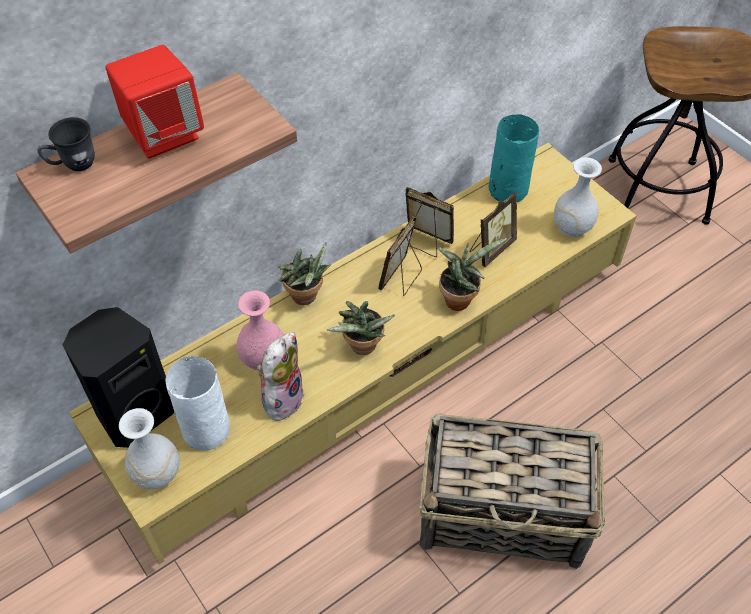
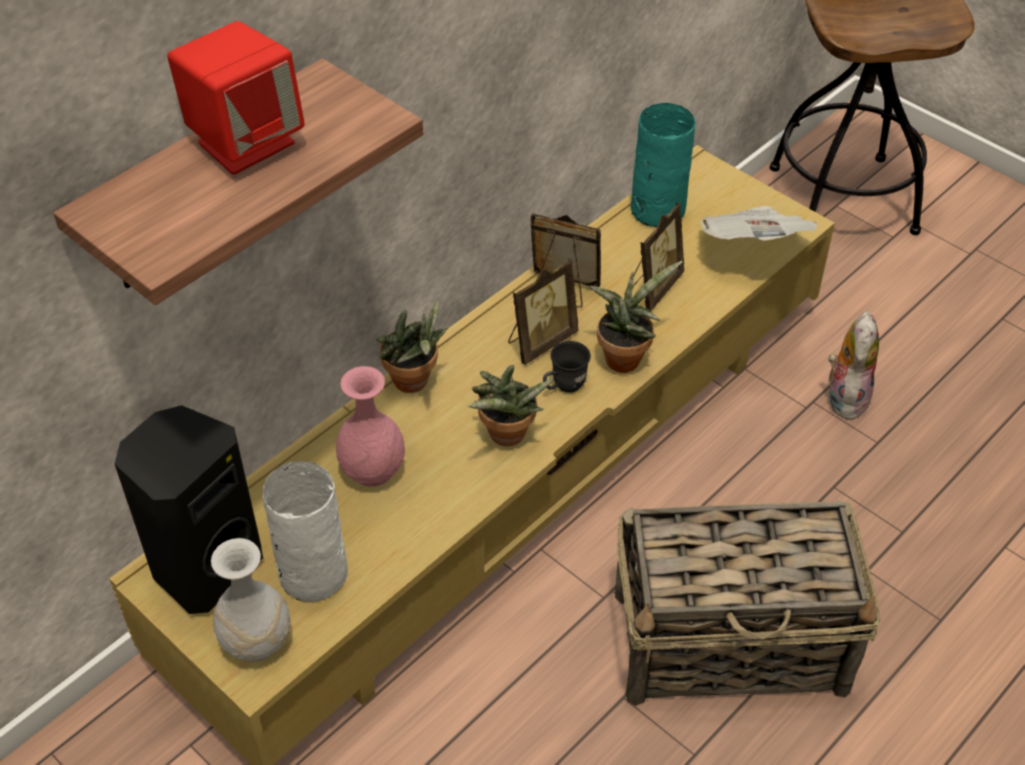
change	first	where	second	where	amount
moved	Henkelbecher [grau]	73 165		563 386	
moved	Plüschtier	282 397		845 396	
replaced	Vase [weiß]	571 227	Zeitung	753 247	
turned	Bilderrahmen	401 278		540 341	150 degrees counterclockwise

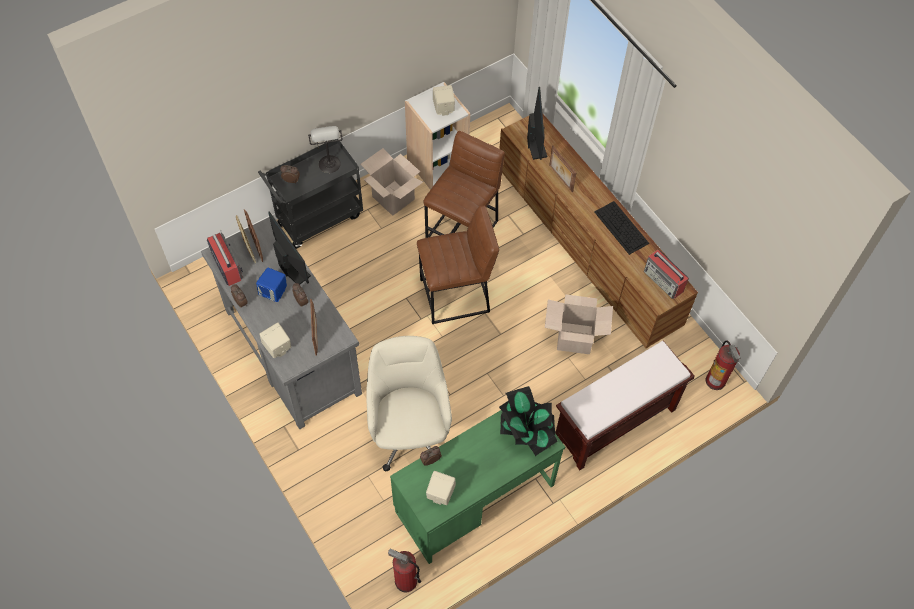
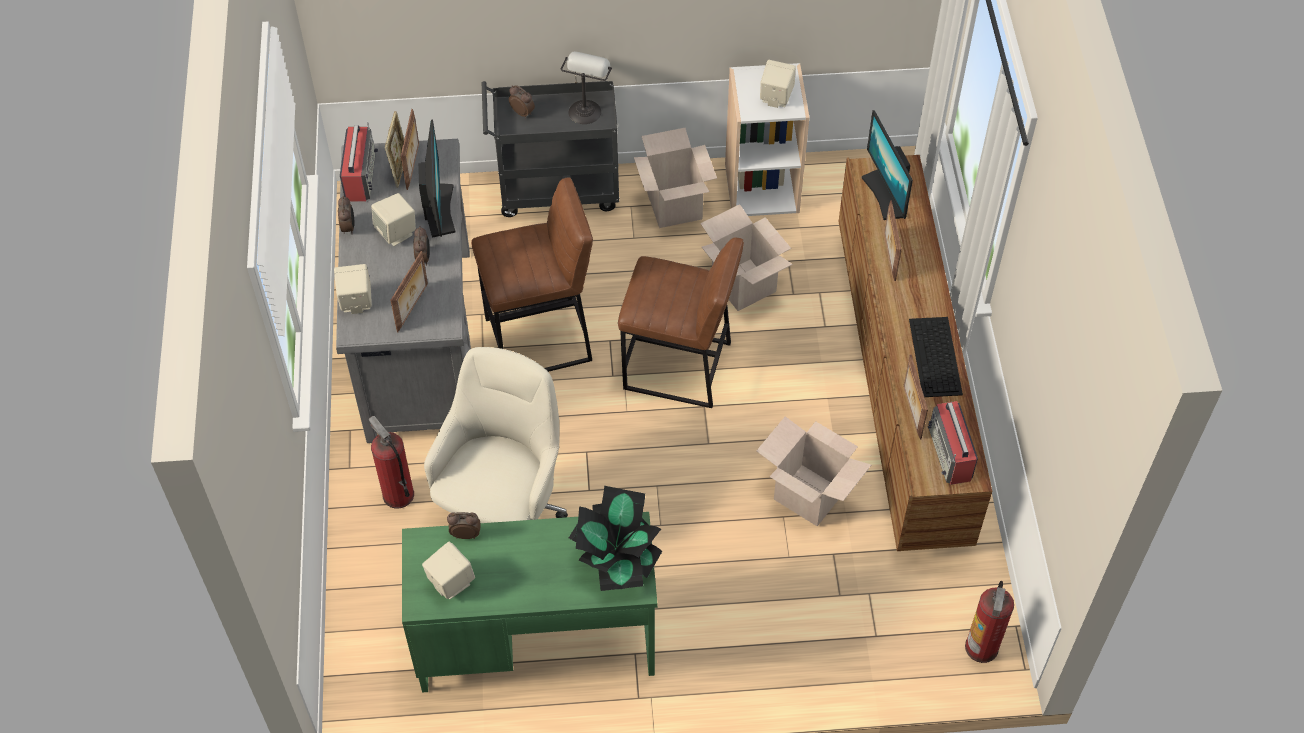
change	first	where	second	where	amount
removed	Bank [braun]	614 424			
added			Hocker [braun]	540 339	
added			Bilderrahmen	911 411	
moved	Feuerlöscher	405 581		397 494	
replaced	Stuhl [braun]	462 229	Karton	743 285	
recoloured	Lautsprecher [blau]	274 292	Lautsprecher [beige]	396 232	
turned	Monitor	536 142		886 195	135 degrees clockwise

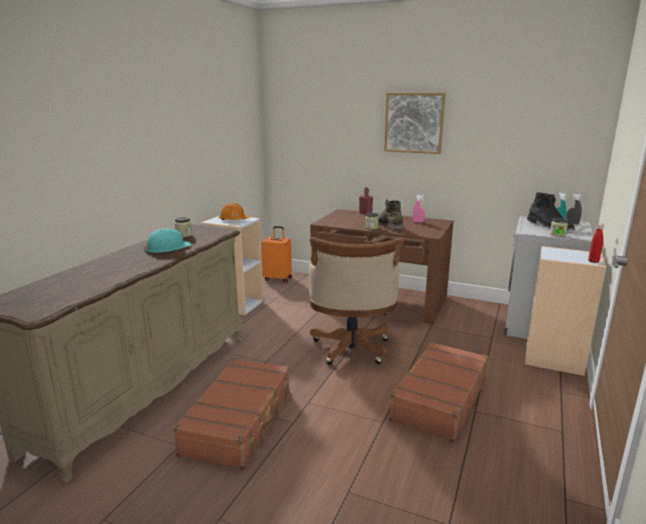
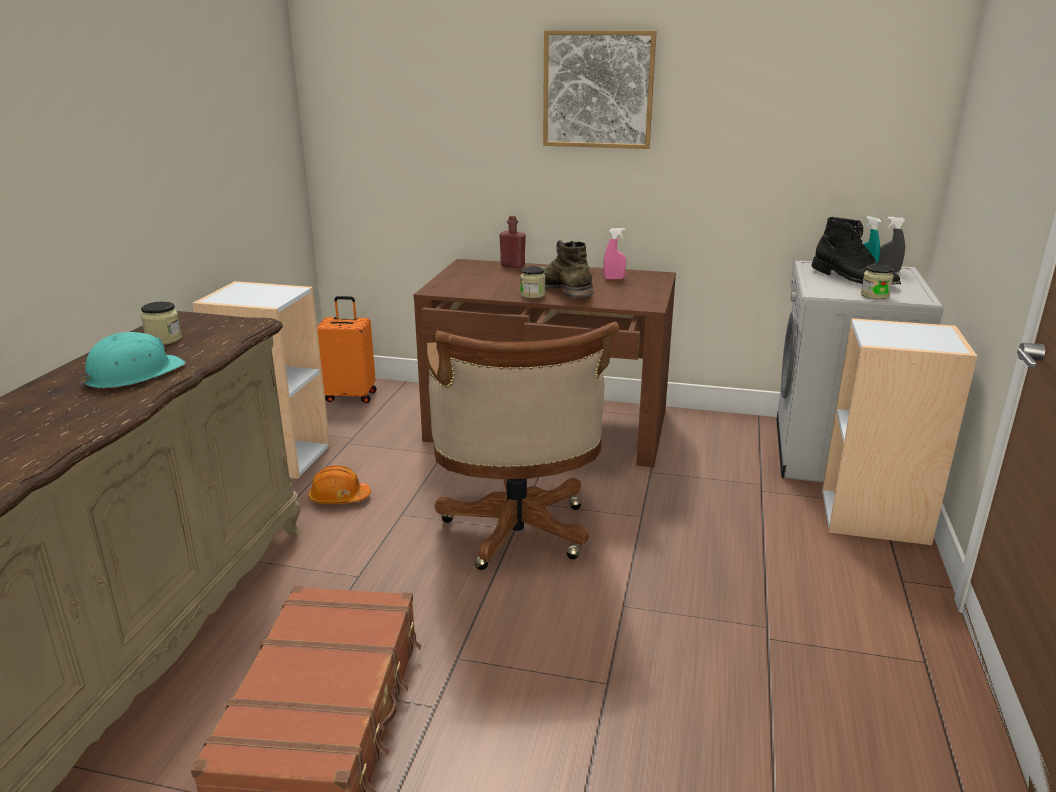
change	first	where	second	where	amount
removed	Koffer [braun]	438 399			
removed	Flasche [rot]	593 261			
moved	Schutzhelm [orange]	233 220		339 498	

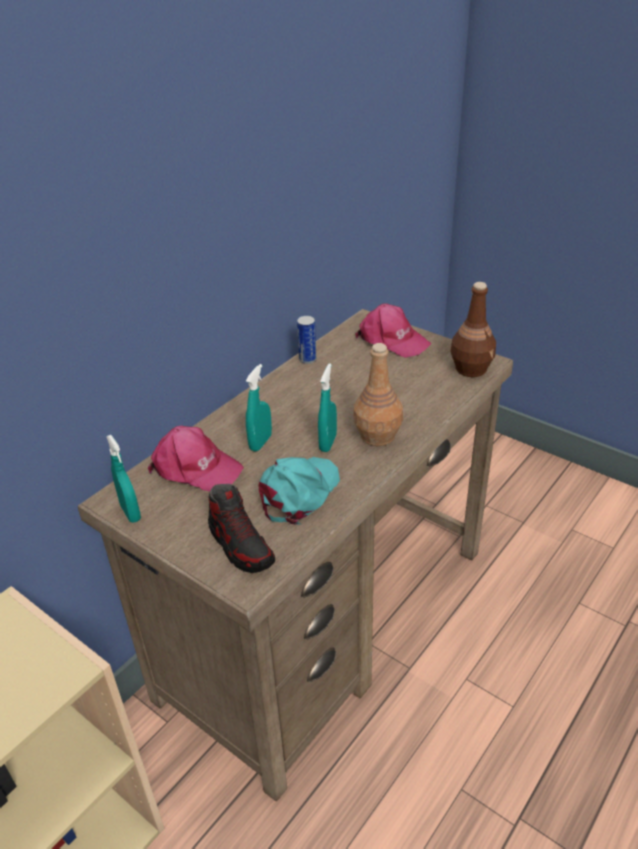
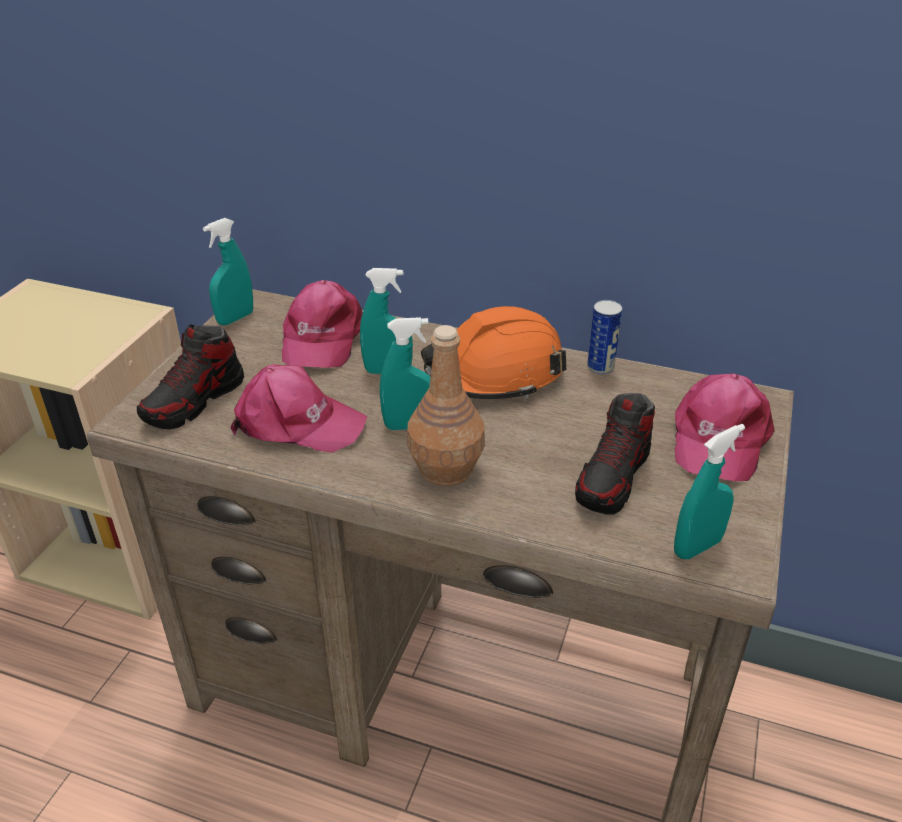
change	first	where	second	where	amount
added			Schutzhelm [orange]	495 374	
added			Schuh	613 478	
replaced	Flasche [braun]	471 368	Sprühflasche [türkis]	697 547	
recoloured	Kappe [türkis]	299 493	Kappe [rosa]	297 423	

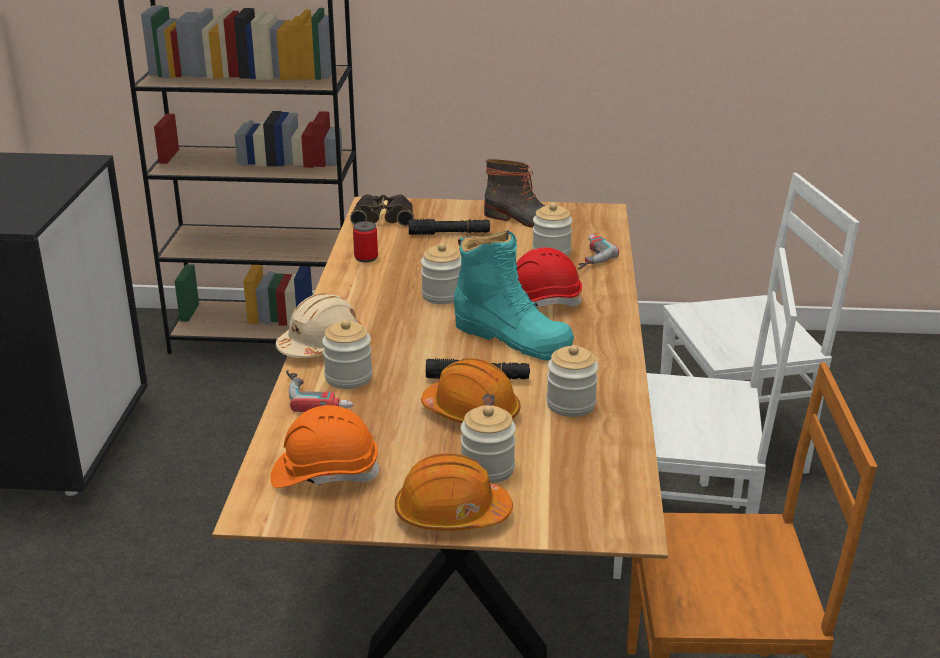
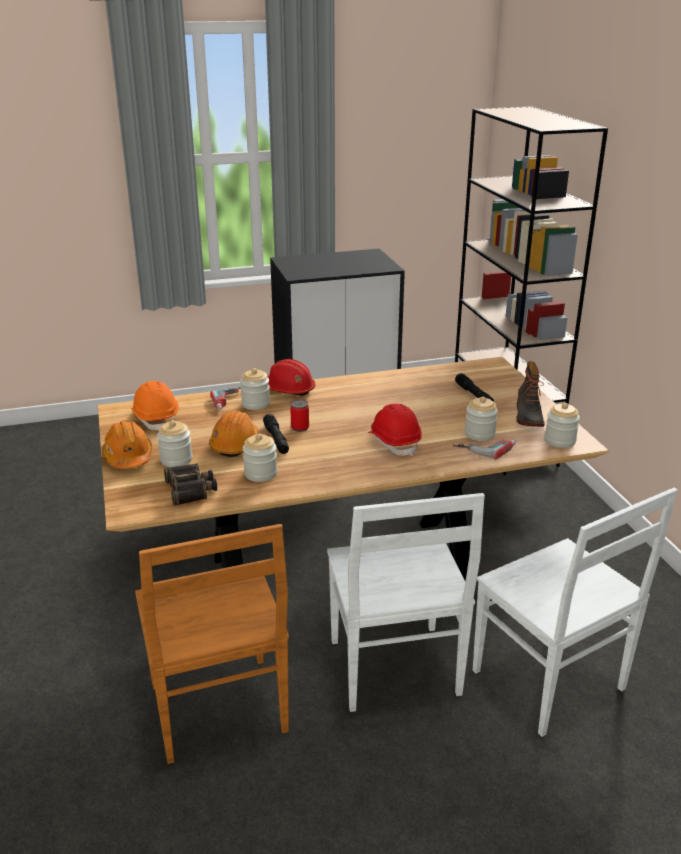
change	first	where	second	where	amount
removed	Stiefel [türkis]	512 338			
moved	Fernglas	384 217		191 489	
moved	Dose	366 258		300 427	
moved	Vorratsglas	442 295		560 441	
recoloured	Schutzhelm [beige]	321 345	Schutzhelm [rot]	288 389	

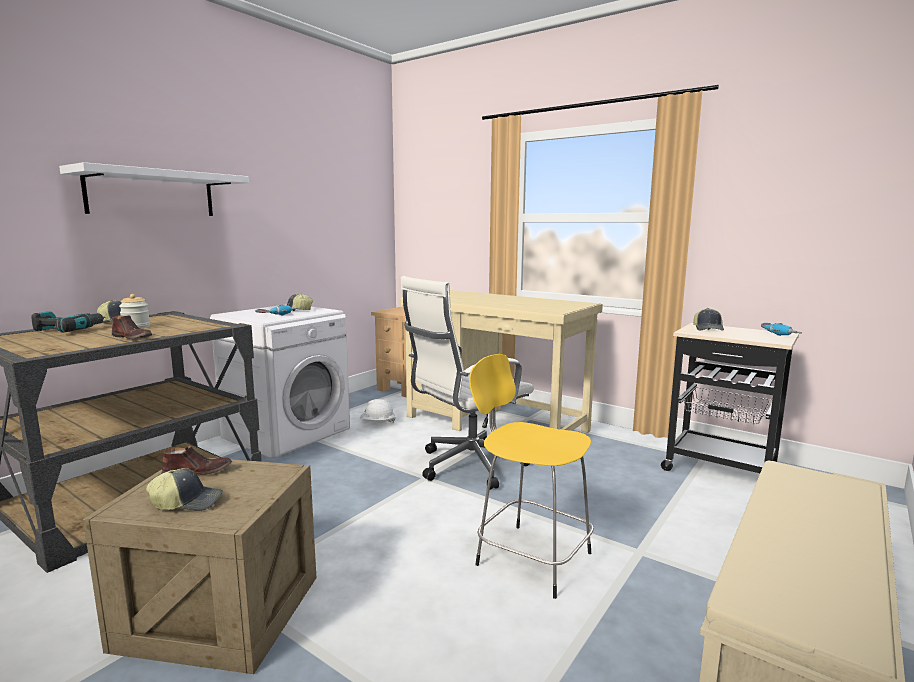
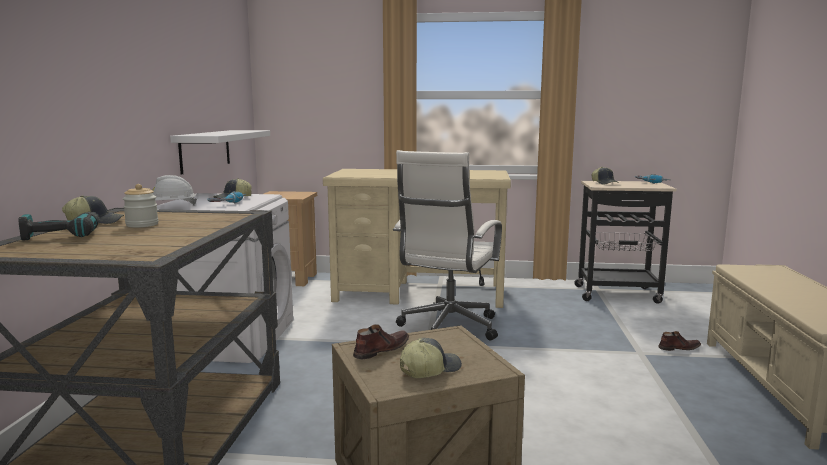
change	first	where	second	where	amount
removed	Hocker [gelb]	530 557			
moved	Wandregal [weiß]	152 194		205 150	
moved	Schuh [braun]	133 337		679 348	
moved	Schutzhelm [weiß]	377 422		171 207	

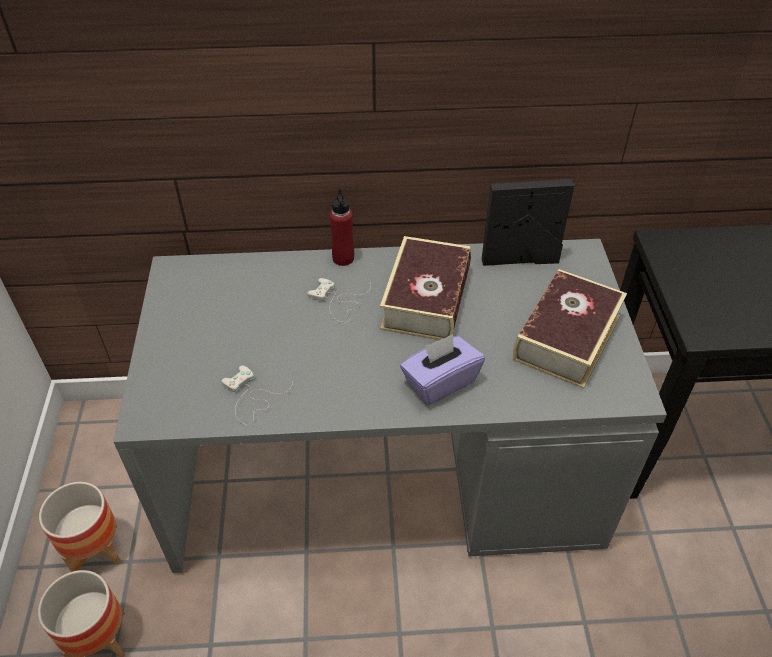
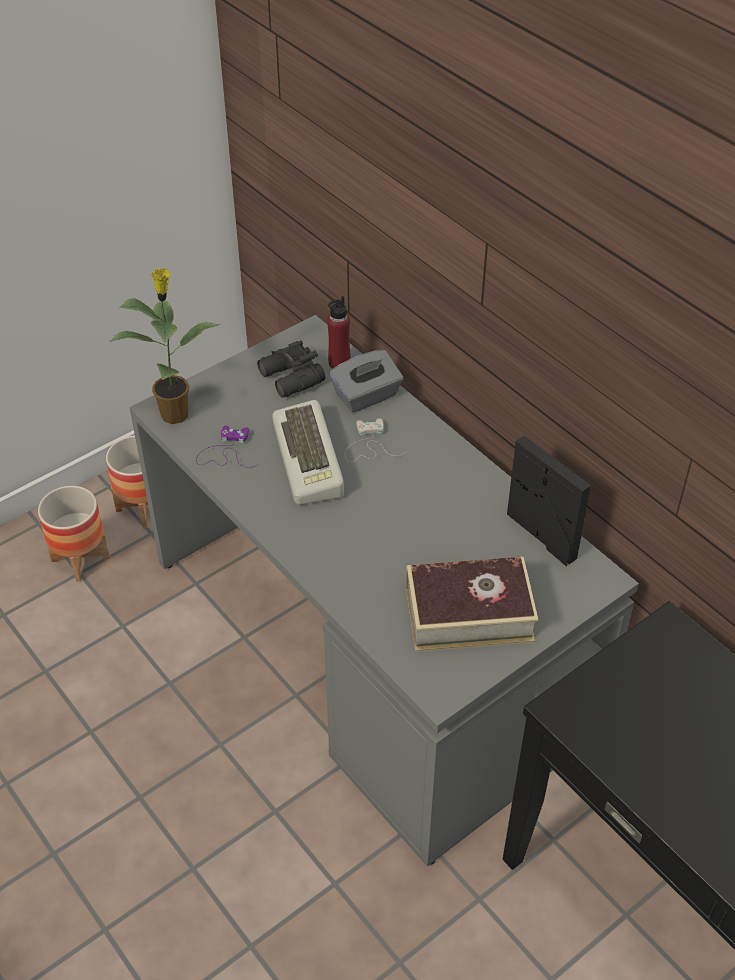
change	first	where	second	where	amount
removed	Buch	426 298			
removed	Taschentuchbox [lila]	440 382			
added			Topfpflanze	176 413	
added			Fernglas [schwarz]	290 379	
added			Tastatur	311 459	
added			Taschentuchbox [grau]	367 396	
moved	Flasche [rot]	343 258		339 363	
recoloured	Gamepad [weiß]	251 397	Gamepad [lila]	226 452	

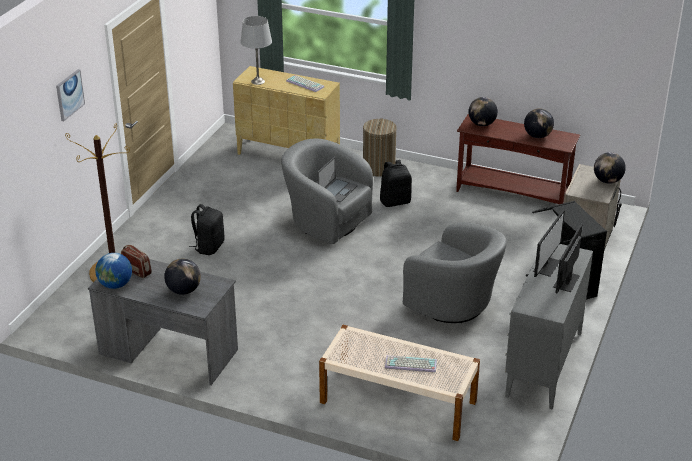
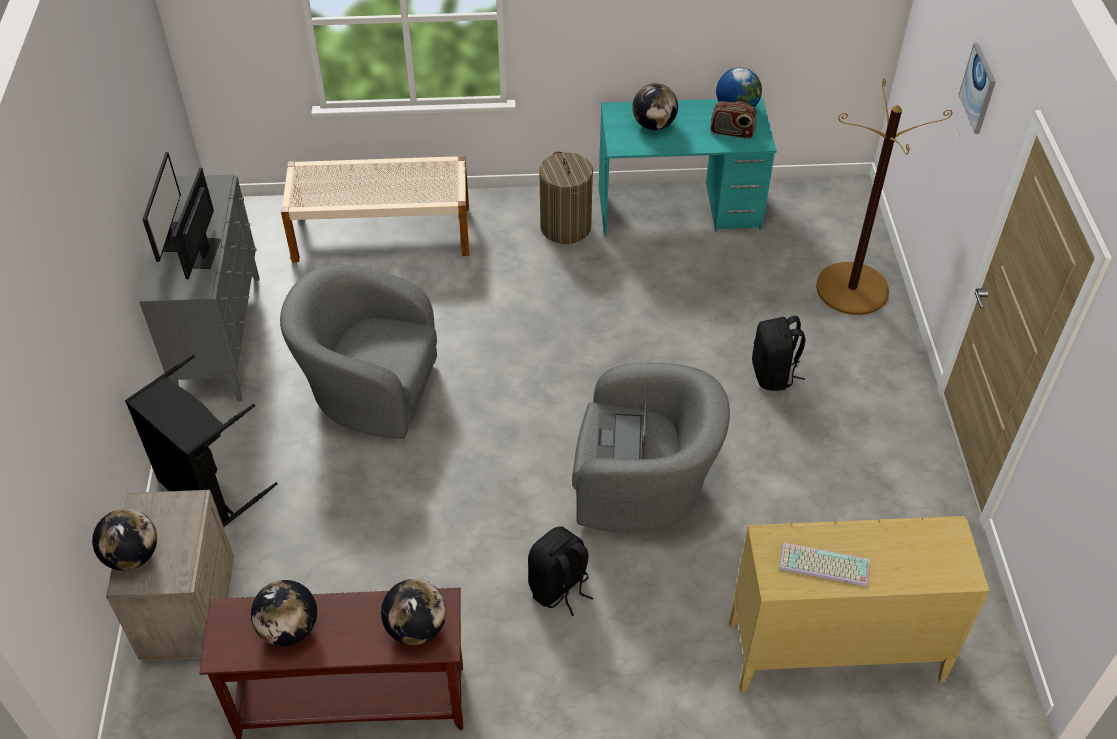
change	first	where	second	where	amount
removed	Tischlampe [grau]	258 81			
removed	Tastatur	410 365			
moved	Wäschekorb	379 168		565 227	
recoloured	Schreibtisch [grau]	168 352	Schreibtisch [türkis]	679 208	

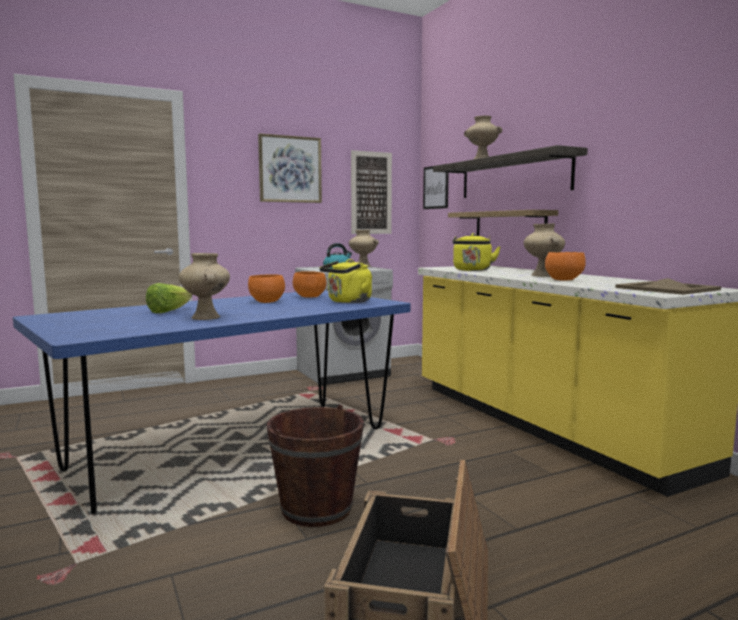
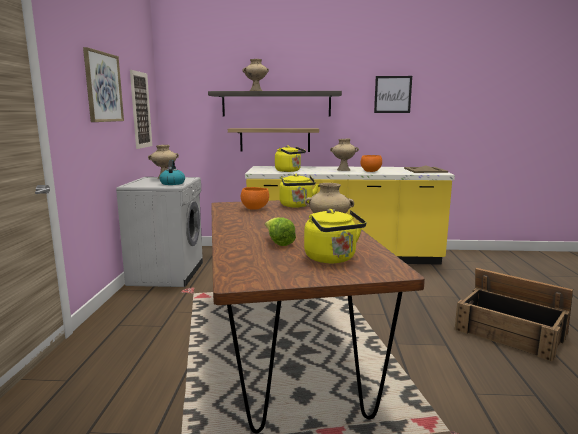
change	first	where	second	where	amount
removed	Schüssel [orange]	266 302			
removed	Eimer [braun]	316 509			
added			Wasserkessel [gelb]	332 259	
moved	Bild	436 187		392 94	
recoloured	Esstisch [blau]	233 449	Esstisch [braun]	288 343	

